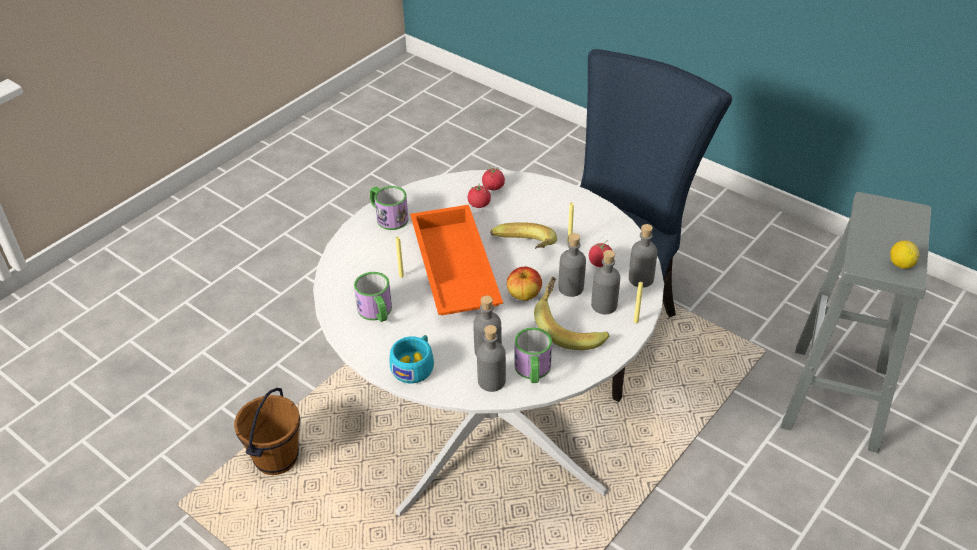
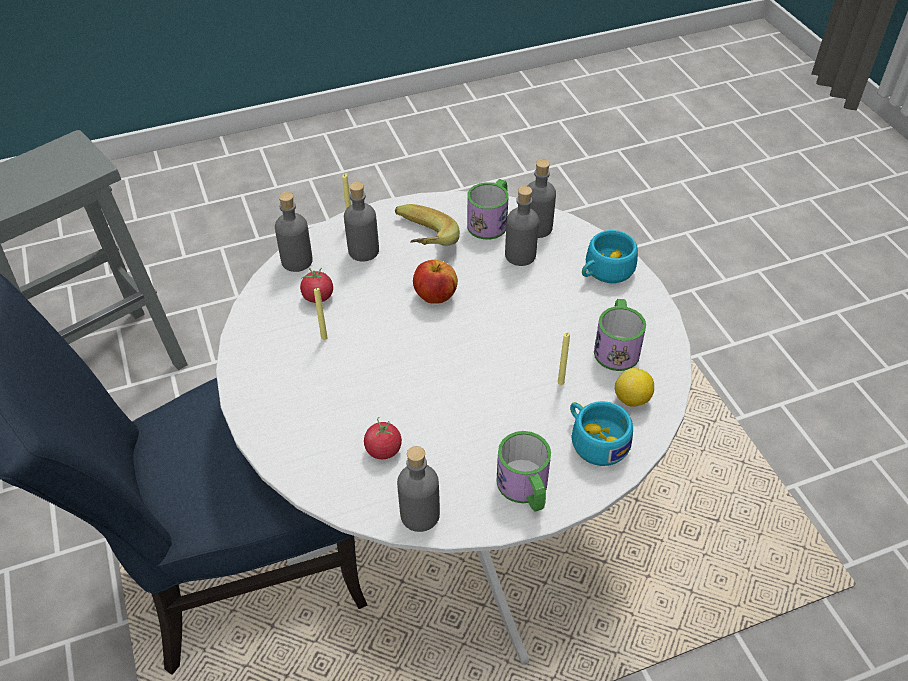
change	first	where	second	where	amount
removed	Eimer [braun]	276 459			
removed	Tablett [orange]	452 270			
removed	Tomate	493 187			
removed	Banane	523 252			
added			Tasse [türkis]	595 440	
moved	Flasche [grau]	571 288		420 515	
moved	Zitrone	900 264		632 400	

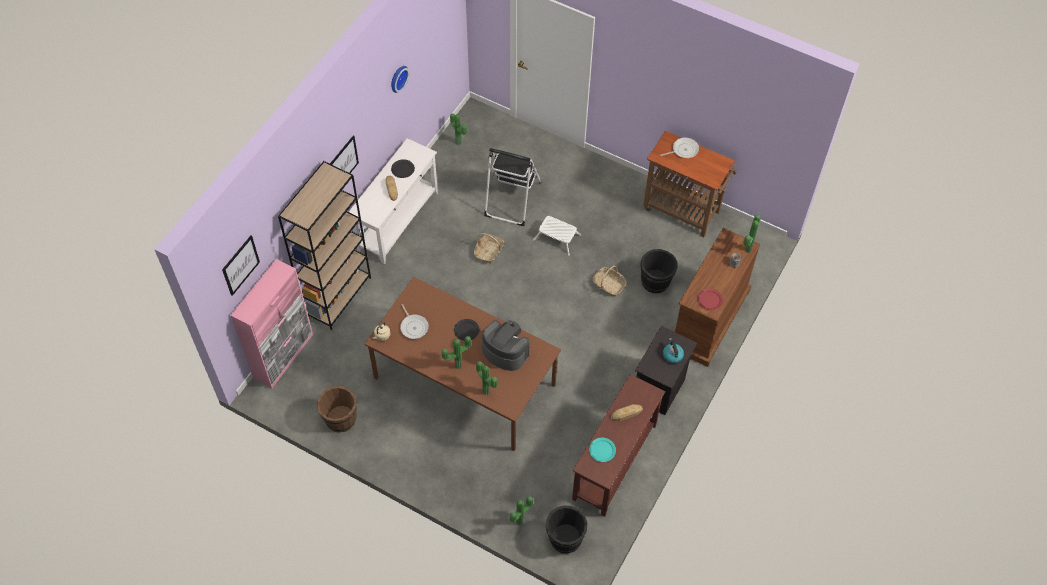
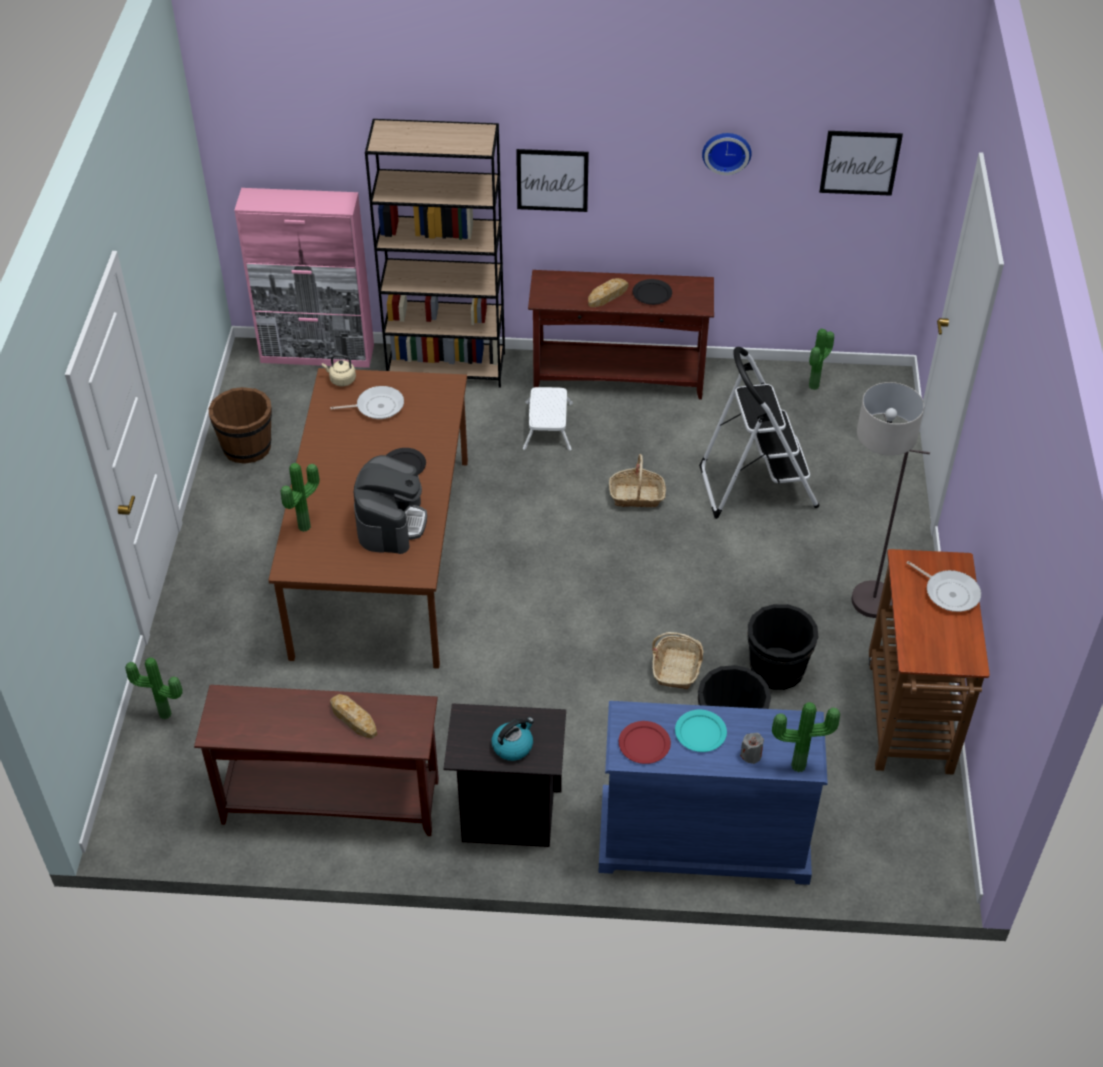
change	first	where	second	where	amount
removed	Topfpflanze	457 364			
added			Stehlampe [grau]	859 599	
moved	Bild	240 265		860 162	
moved	Trittleiter [weiß]	557 237		547 425	
moved	Eimer [schwarz]	565 538		776 668	
moved	Teller [türkis]	602 450		700 733	
recoloured	Konsolentisch [weiß]	398 221	Konsolentisch [braun]	619 377	
recoloured	Kommode [braun]	708 319	Kommode [blau]	702 840	
turned	Pfanne	413 326		377 406	135 degrees counterclockwise

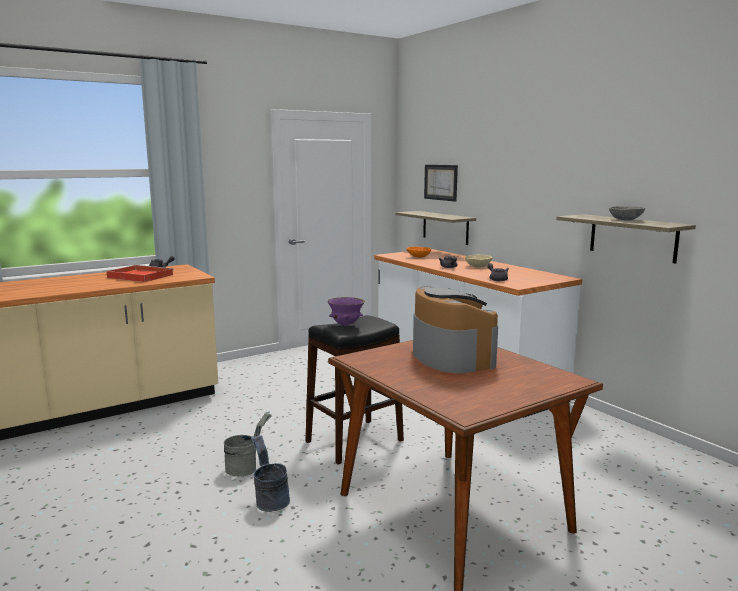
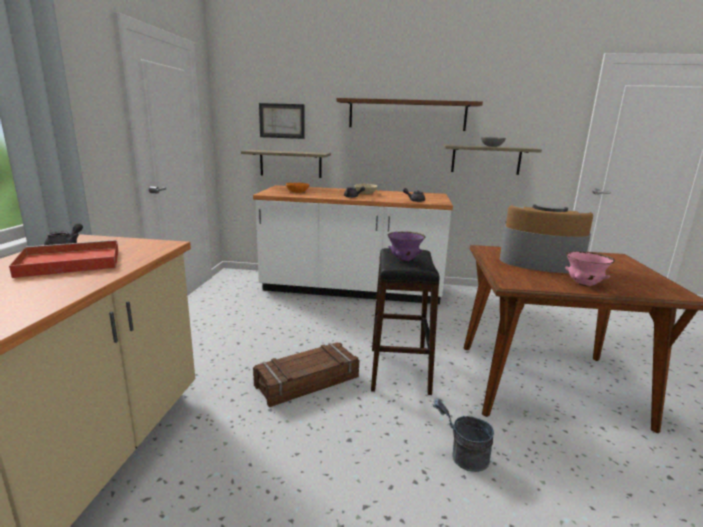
change	first	where	second	where	amount
removed	Eimer [grau]	246 467			
added			Kiste	307 381	
added			Wandregal [braun]	407 115	
added			Schüssel [rosa]	584 284	

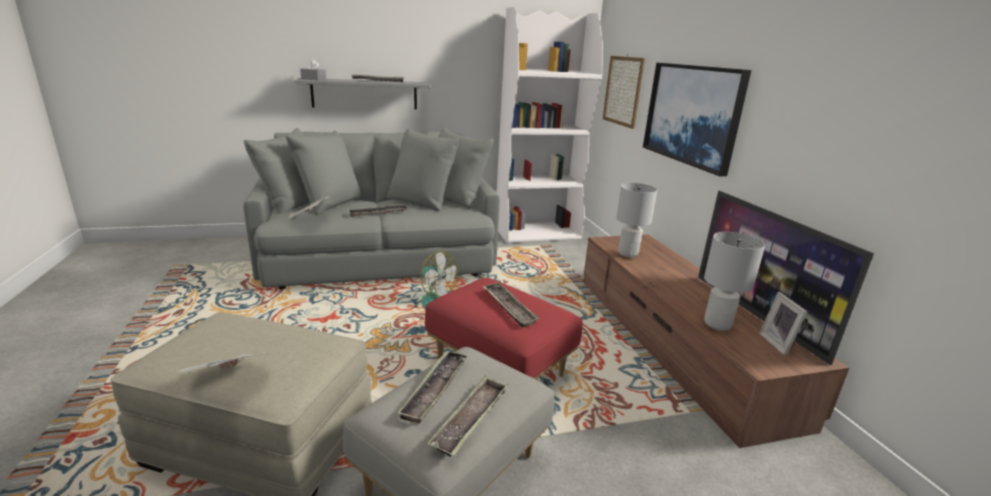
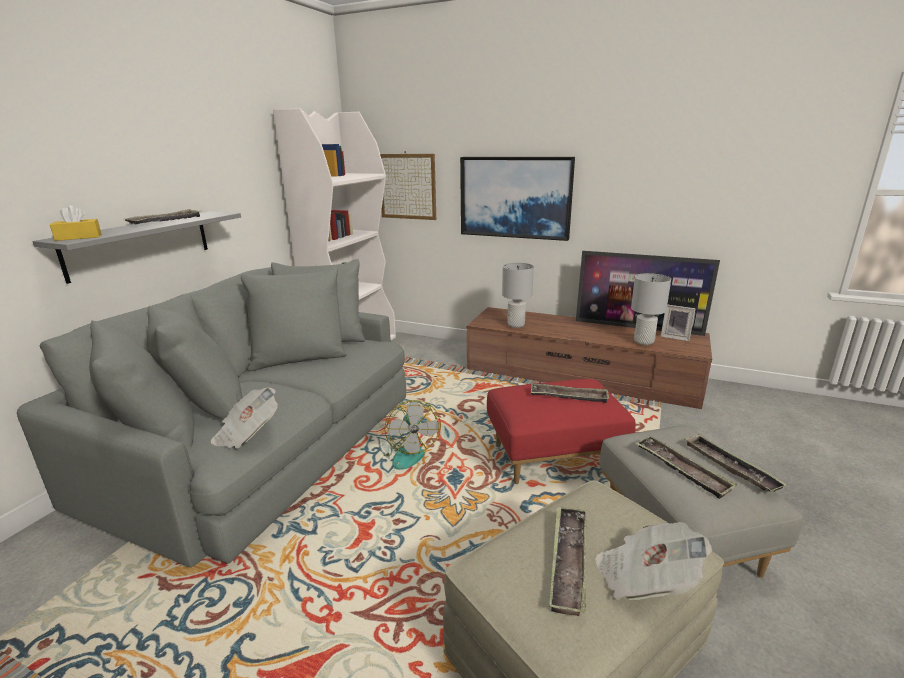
change	first	where	second	where	amount
moved	Tablett	378 213		568 561	
recoloured	Taschentuchbox [grau]	313 79	Taschentuchbox [gelb]	78 237	
turned	Ventilator	427 301		406 452	90 degrees clockwise

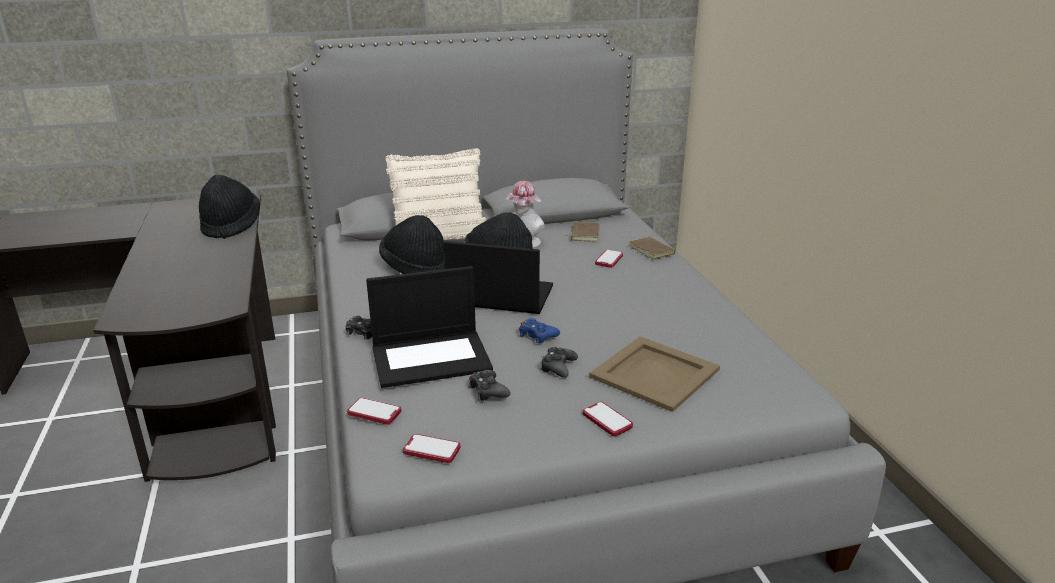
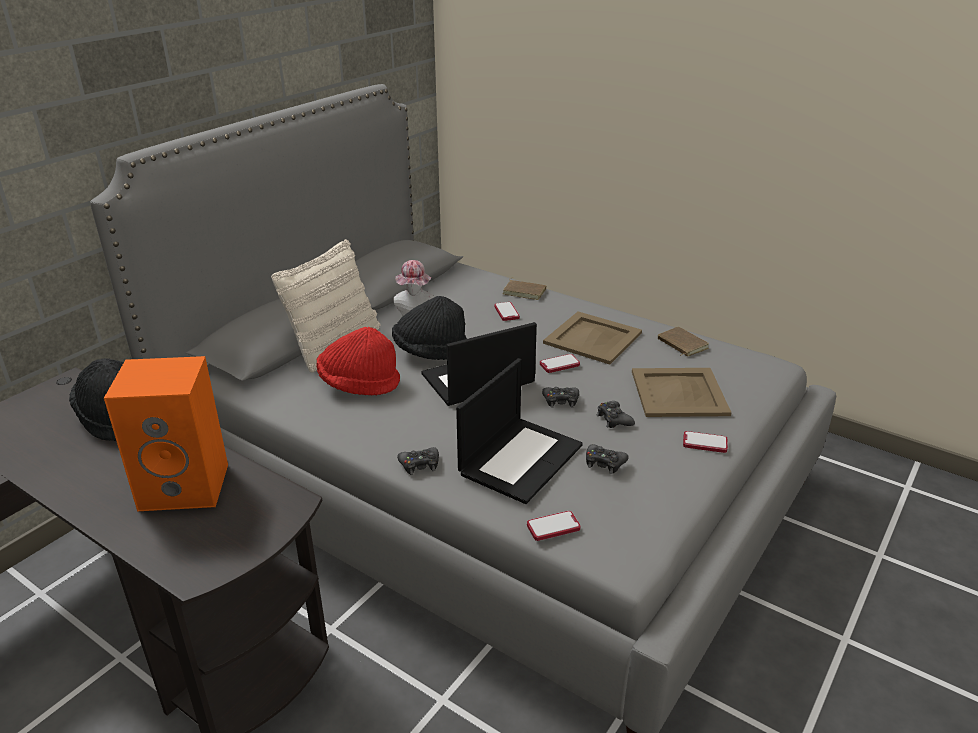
change	first	where	second	where	amount
added			Lautsprecher [orange]	187 485	
added			Tablett [beige]	591 338	
moved	Handy	432 450		559 364	
moved	Buch [braun]	583 234		681 344	
recoloured	Hut [schwarz]	415 268	Hut [rot]	359 384	
recoloured	Gamepad [blau]	537 335	Gamepad [schwarz]	561 401	

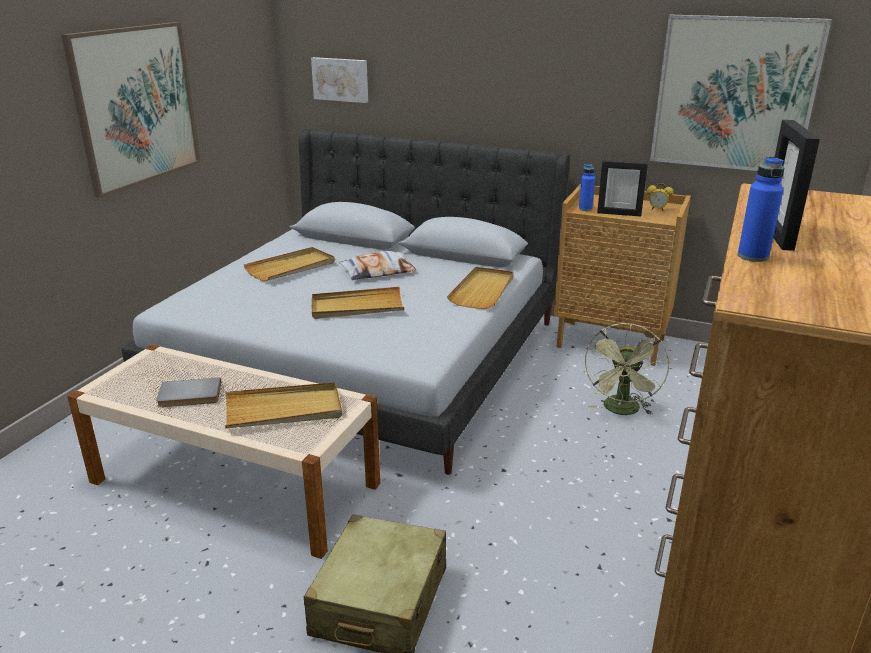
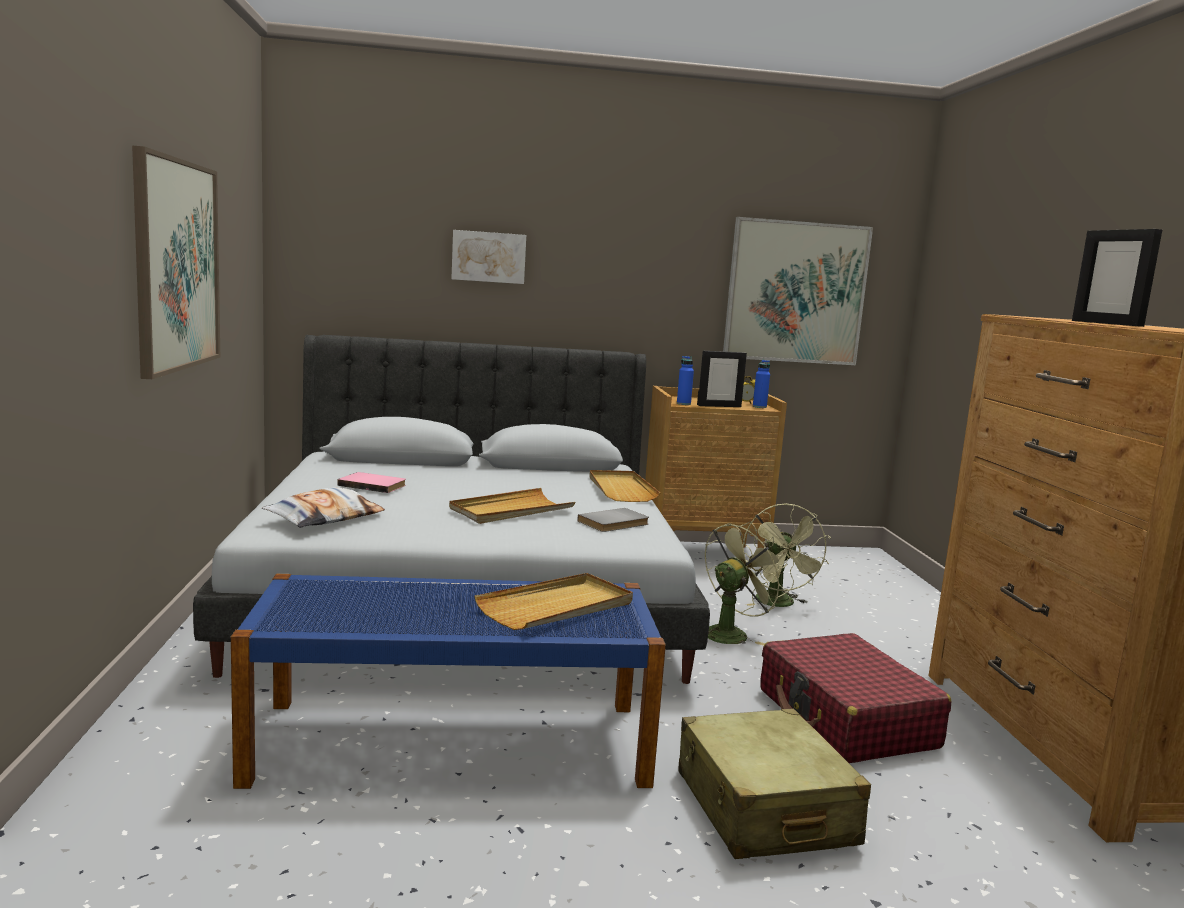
change	first	where	second	where	amount
added			Ventilator [grün]	730 633	
added			Koffer [rot]	846 719	
moved	Buch [grau]	189 396		615 523	
moved	Bild	341 79		488 257	
moved	Kissen	378 271		325 518	
moved	Flasche [blau]	753 256		759 407	
replaced	Tablett [beige]	291 267	Buch [rosa]	373 485	
recoloured	Bank [beige]	235 482	Bank [blau]	453 741	

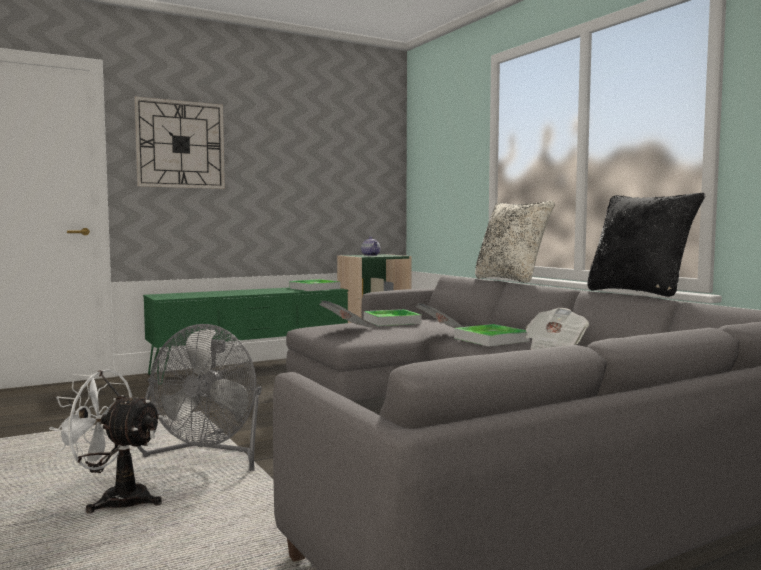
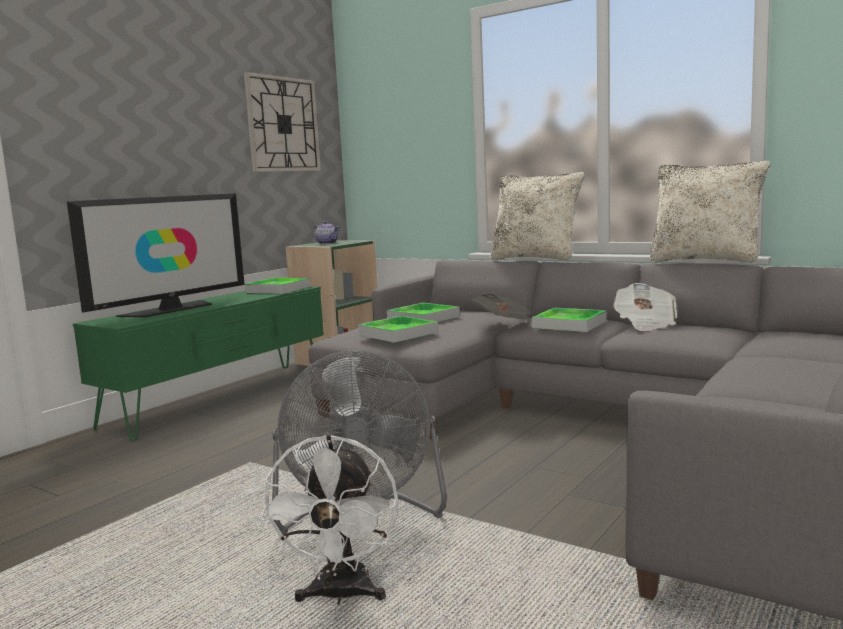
change	first	where	second	where	amount
added			Fernseher	170 309	
moved	Wanduhr	180 144		283 124	
replaced	Zeitung	347 329	Tablett	398 333	
recoloured	Kissen [schwarz]	638 294	Kissen [beige]	705 262	
turned	Ventilator [weiß]	114 500		341 596	75 degrees counterclockwise

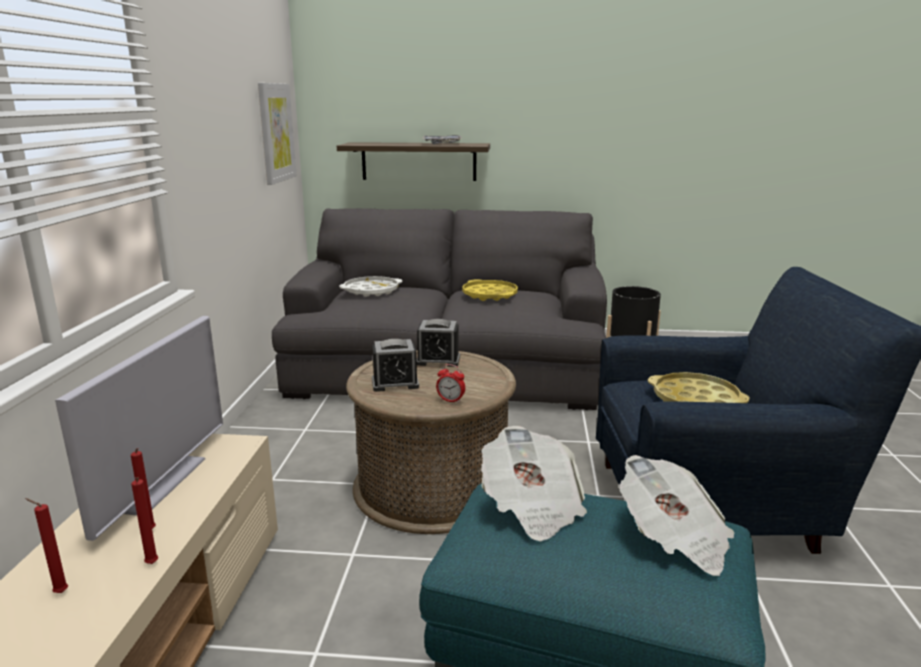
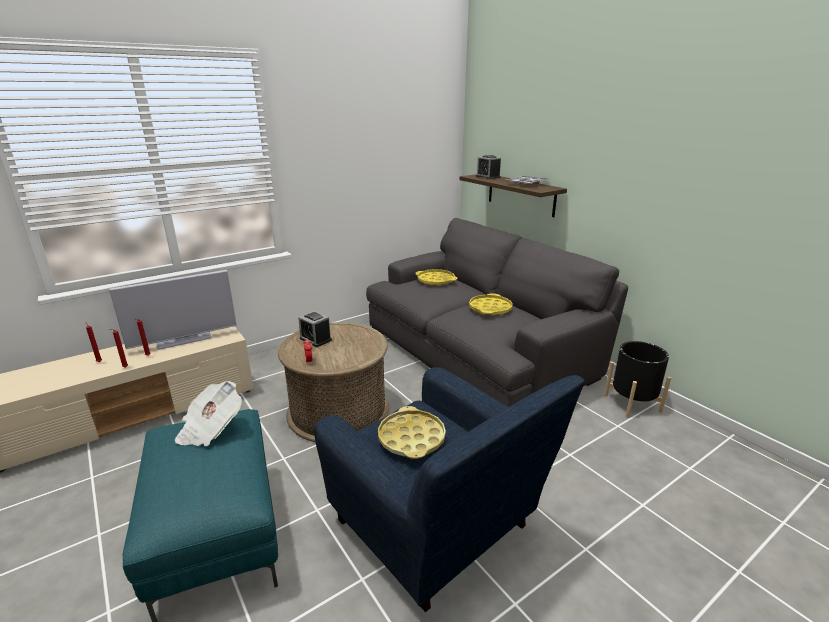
change	first	where	second	where	amount
removed	Bild	276 133			
removed	Zeitung	674 539			
moved	Wecker	438 360		488 177	
recoloured	Tablett [weiß]	371 291	Tablett [gelb]	436 280	

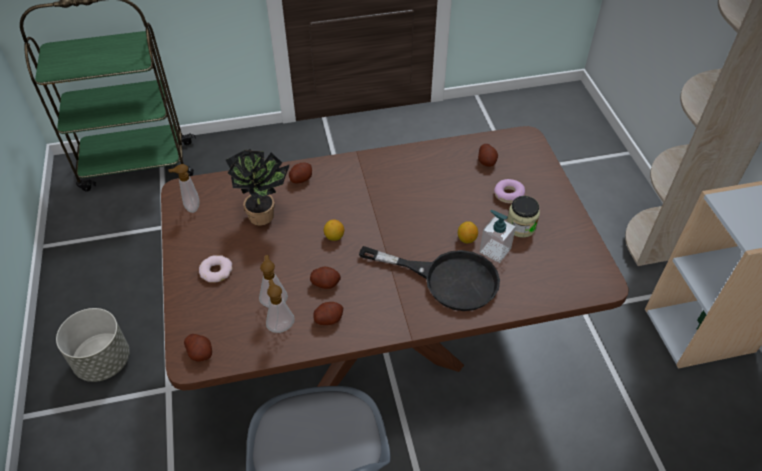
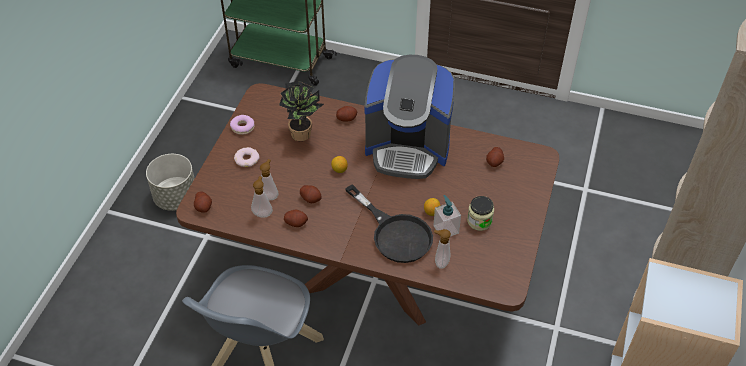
change	first	where	second	where	amount
added			Kaffeemaschine	408 147	
moved	Seifenspender	191 207		440 262	
moved	Donut	508 195		242 127	

